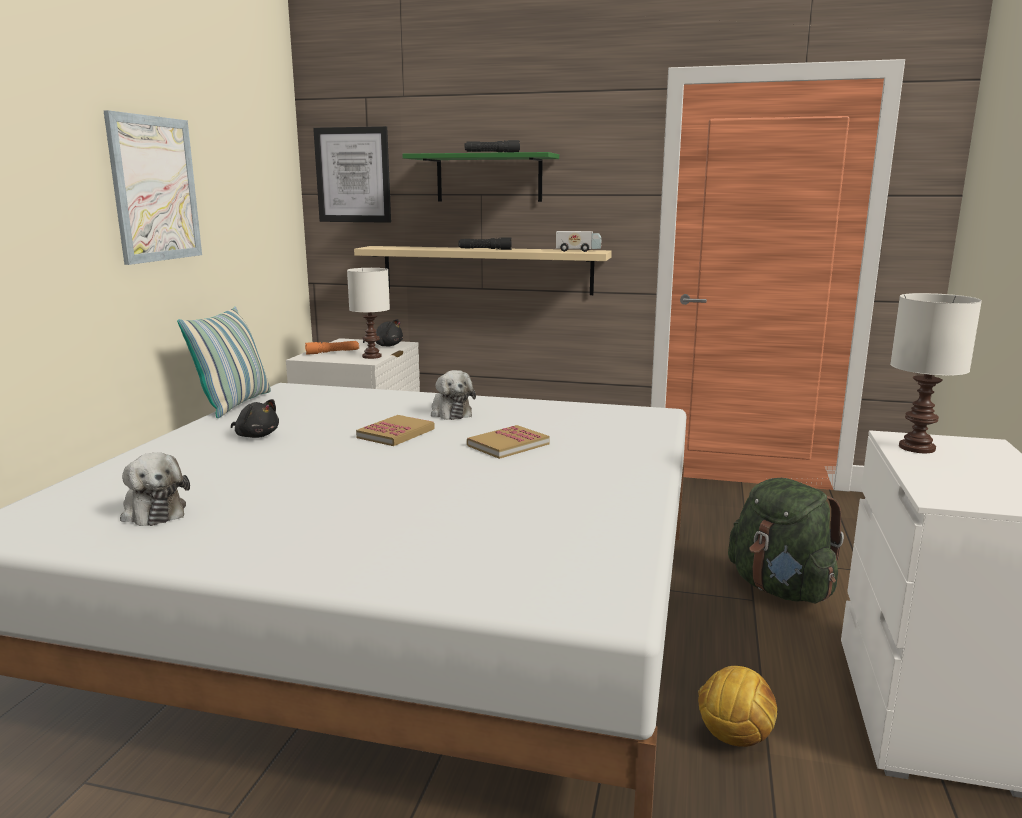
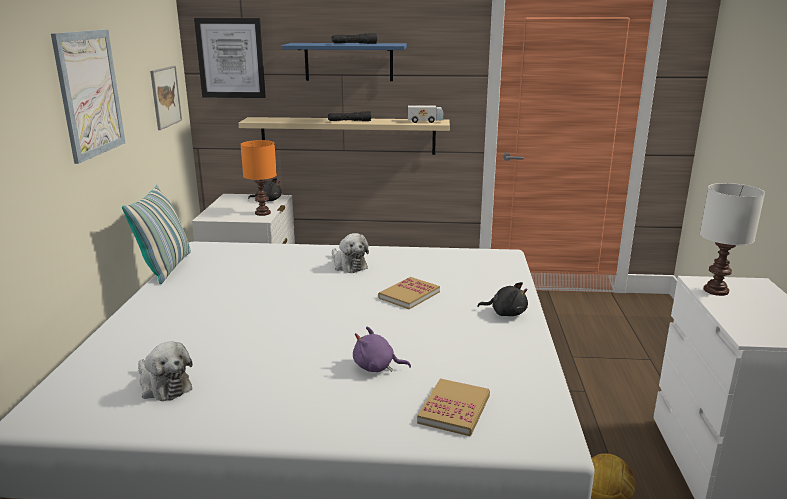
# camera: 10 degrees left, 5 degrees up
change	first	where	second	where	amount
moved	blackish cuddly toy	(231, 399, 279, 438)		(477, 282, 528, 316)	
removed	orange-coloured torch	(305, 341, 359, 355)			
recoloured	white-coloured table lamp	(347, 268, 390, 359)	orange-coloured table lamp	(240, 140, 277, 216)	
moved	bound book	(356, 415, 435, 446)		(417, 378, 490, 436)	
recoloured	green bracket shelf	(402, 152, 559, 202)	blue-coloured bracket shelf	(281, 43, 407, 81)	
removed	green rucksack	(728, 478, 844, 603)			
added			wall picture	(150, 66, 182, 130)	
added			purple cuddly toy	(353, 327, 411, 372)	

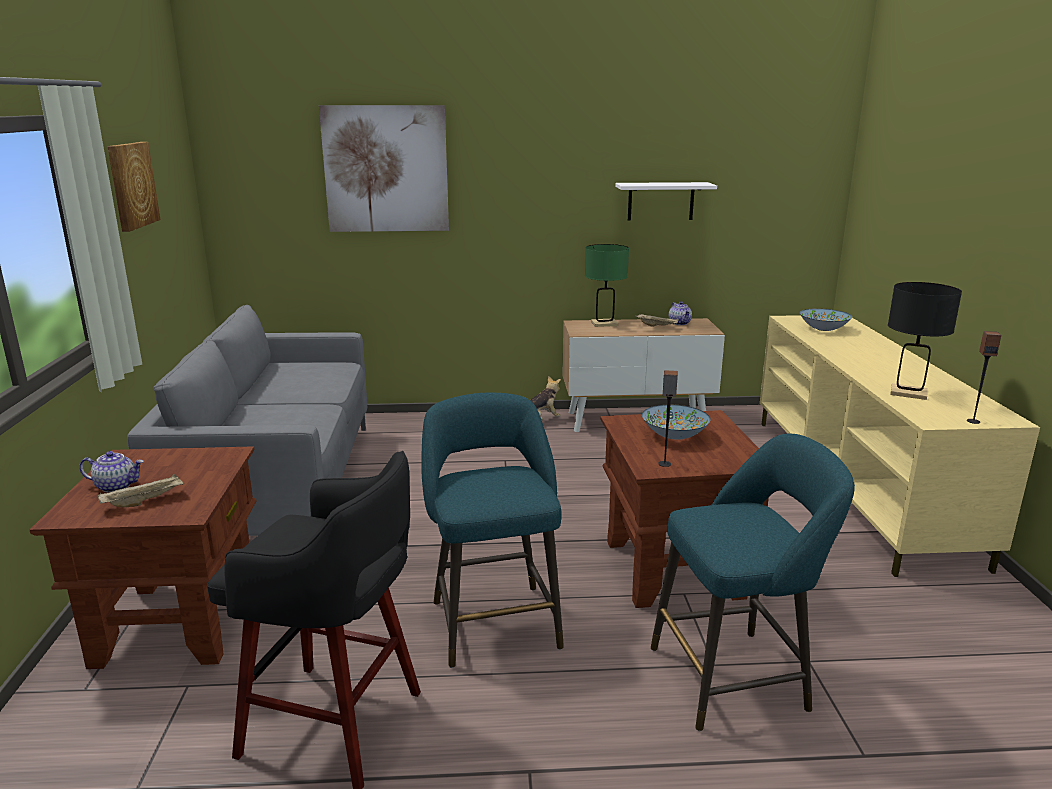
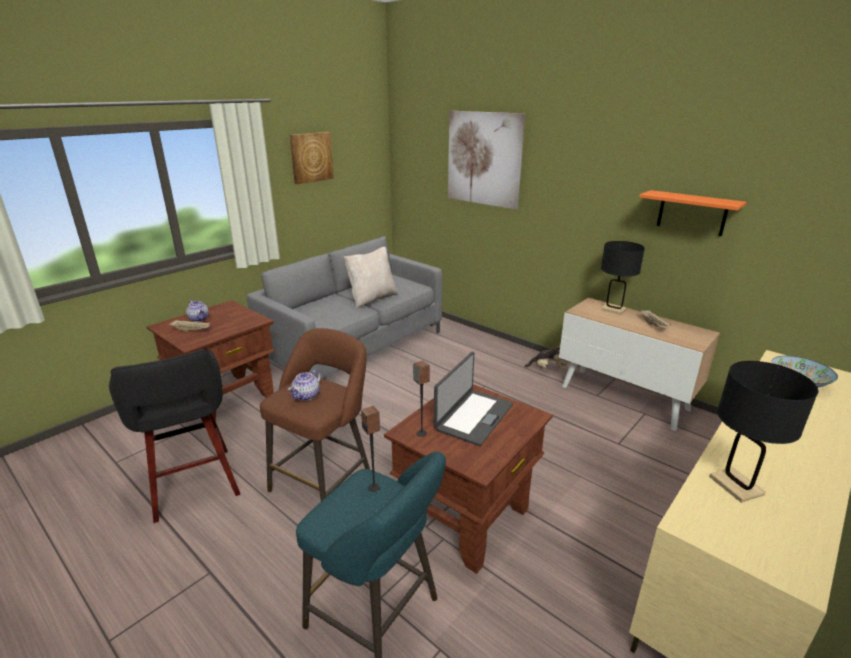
# camera: 45 degrees right, 5 degrees up
change	first	where	second	where	amount
recoloured	blue-green stool	(421, 393, 564, 668)	brownish stool	(260, 328, 370, 501)	
recoloured	green table lamp	(585, 244, 629, 327)	blackish table lamp	(601, 241, 645, 315)	
recoloured	white-coloured bracket shelf	(615, 182, 717, 221)	orange-coloured bracket shelf	(639, 190, 746, 236)	
replaced	serving bowl	(642, 404, 711, 440)	laptop	(434, 352, 513, 446)	
moved	pot for tea	(669, 301, 692, 325)		(288, 369, 321, 401)	
moved	loudspeaker	(967, 331, 1001, 424)		(361, 406, 380, 492)	
added			beige cushion	(344, 246, 398, 308)	

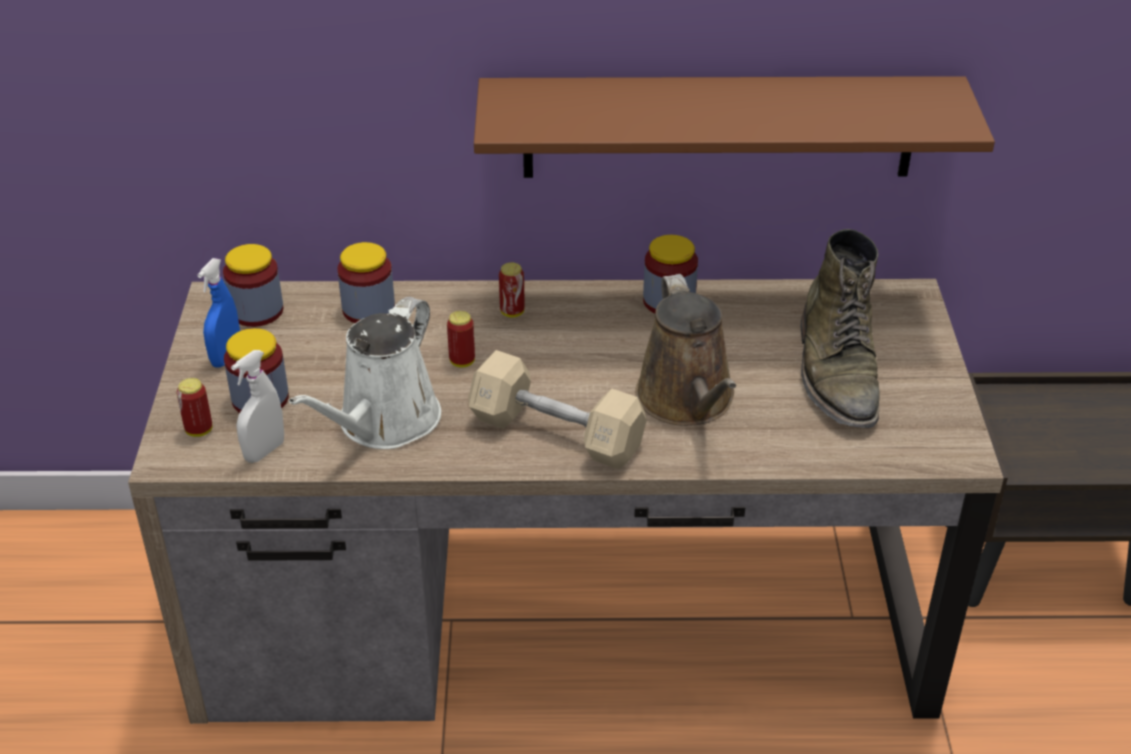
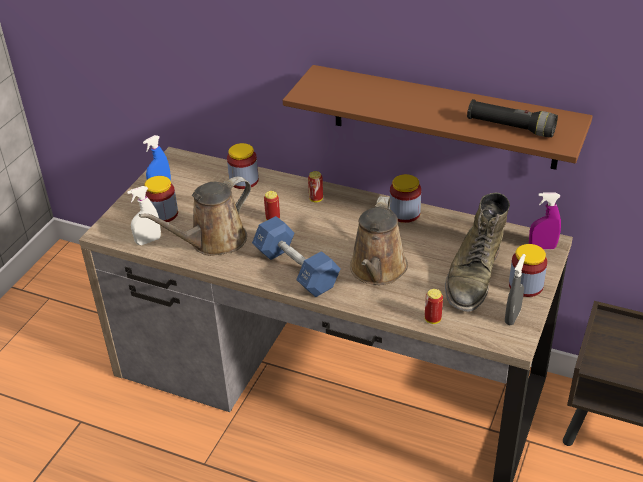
# camera: 25 degrees right, 0 degrees up
change	first	where	second	where	amount
moved	metal can	(177, 378, 212, 437)		(425, 289, 443, 324)	
moved	jar	(223, 244, 283, 327)		(509, 244, 547, 297)	
recoloured	white-coloured sprinkling can	(289, 297, 441, 449)	brownish sprinkling can	(139, 177, 251, 256)	
recoloured	beige hand weight	(468, 350, 647, 469)	blue-coloured hand weight	(252, 216, 340, 297)	
added			blackish torch	(467, 99, 558, 137)	
added			greyish hand sprayer	(505, 254, 526, 325)	
added			purple hand sprayer	(529, 193, 561, 249)	

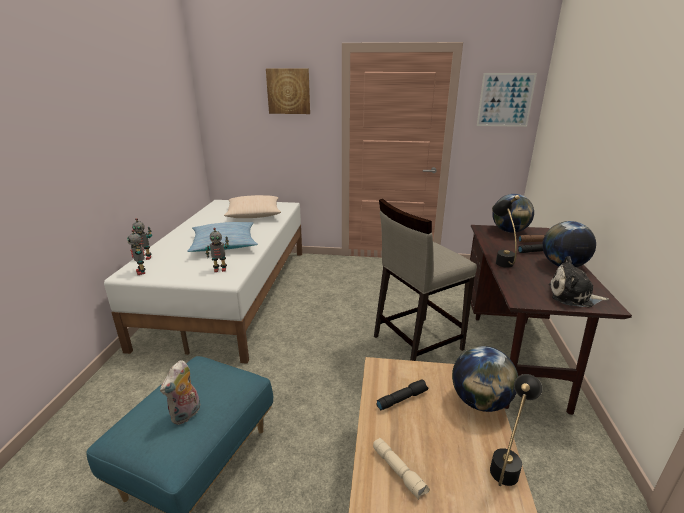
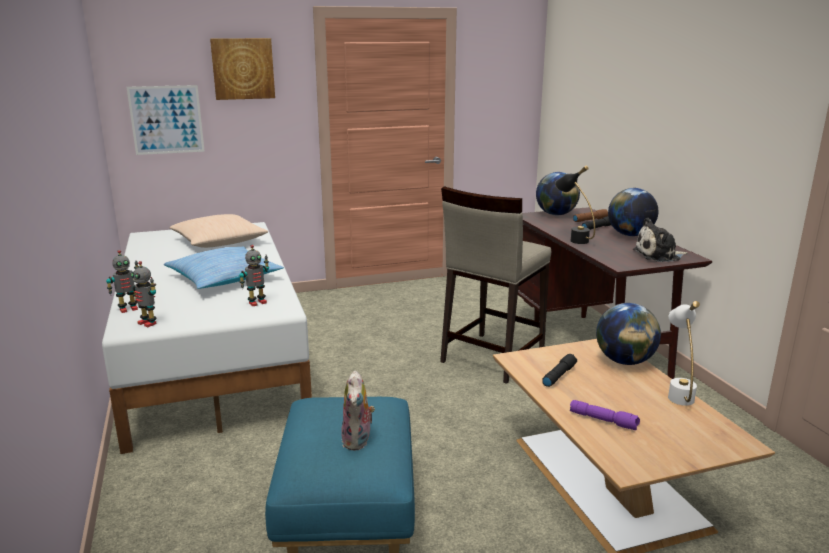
# camera: 25 degrees left, 5 degrees down
change	first	where	second	where	amount
recoloured	beige torch	(373, 438, 430, 500)	purple torch	(570, 400, 640, 430)	
moved	wall picture	(477, 73, 537, 127)		(127, 85, 205, 155)	
recoloured	blackish table lamp	(490, 374, 542, 486)	white-coloured table lamp	(668, 301, 700, 406)	

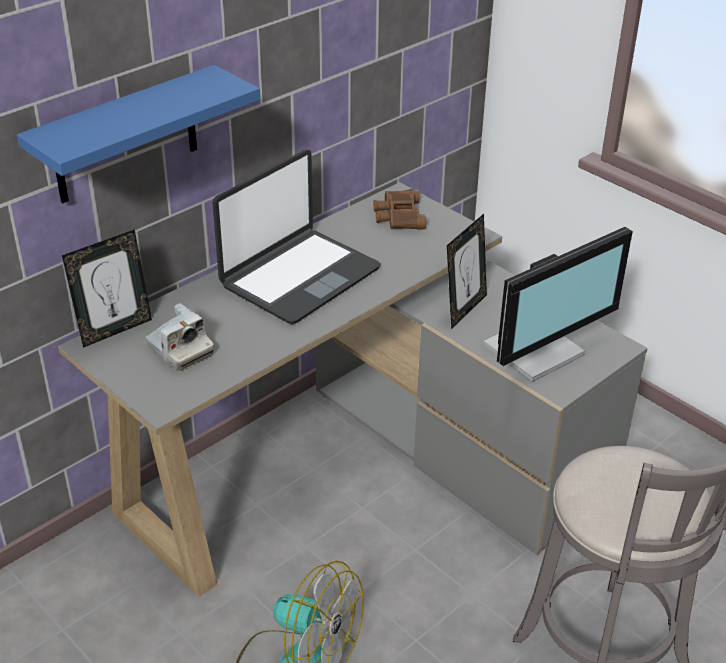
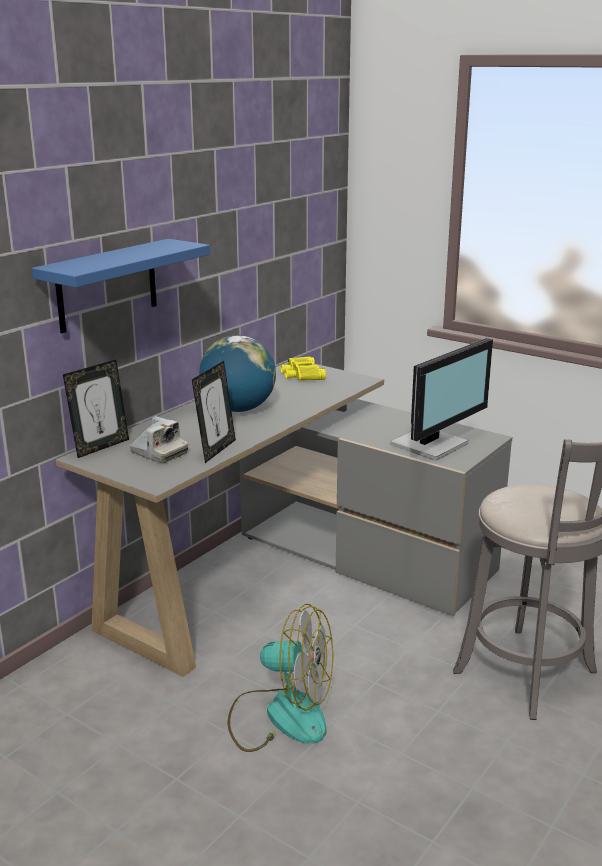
# camera: 10 degrees left, 15 degrees down
change	first	where	second	where	amount
replaced	laptop	(213, 150, 381, 324)	world globe	(199, 335, 276, 412)	
recoloured	brownish pair of binoculars	(374, 188, 426, 230)	yellow pair of binoculars	(280, 356, 326, 381)	
moved	photo frame	(447, 214, 487, 329)		(192, 361, 236, 463)	

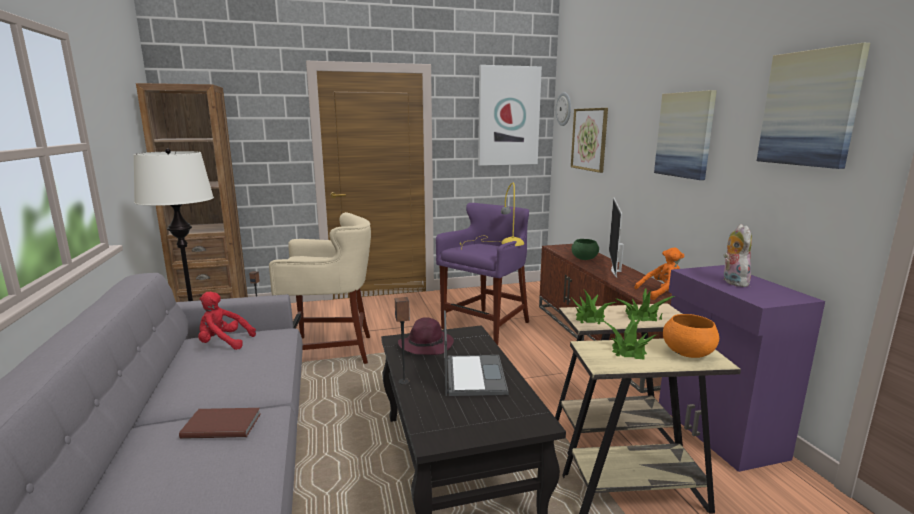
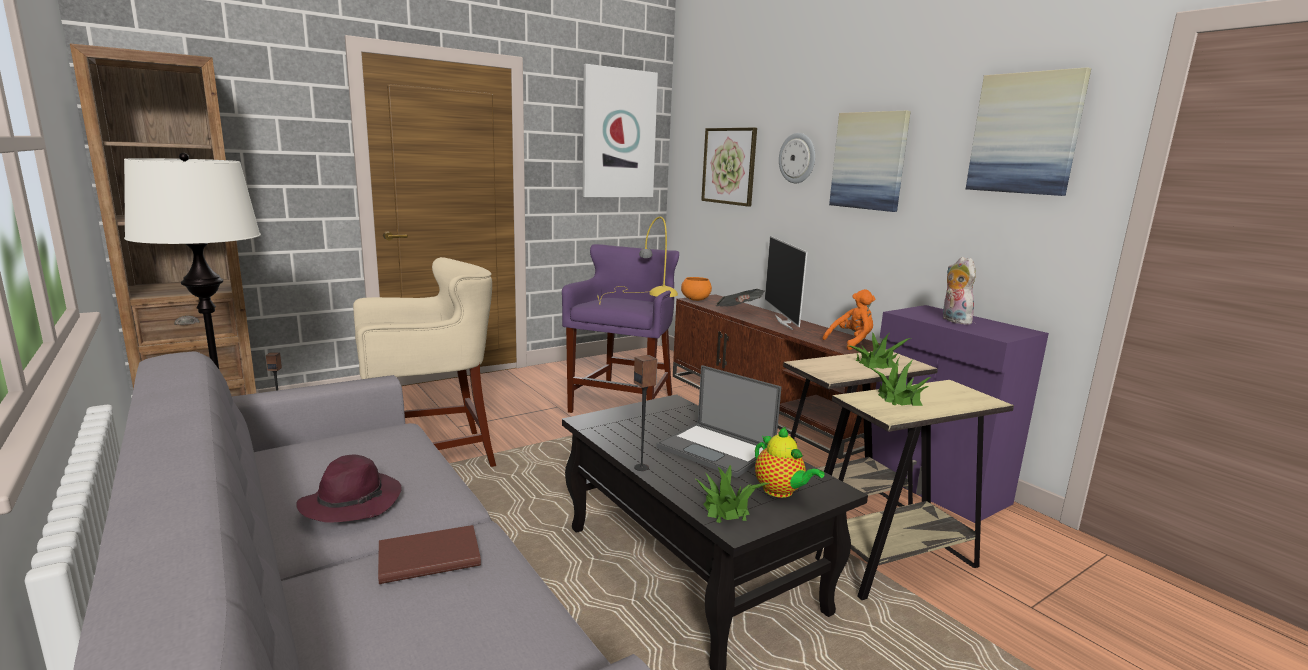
# camera: 20 degrees left, 0 degrees up
change	first	where	second	where	amount
removed	reddish cuddly toy	(198, 292, 256, 350)			
moved	purple clothing hat	(398, 317, 454, 355)		(296, 455, 401, 523)	
turned	laptop	(444, 310, 509, 396)		(656, 365, 781, 478)	150 degrees clockwise
moved	wall clock	(556, 92, 571, 126)		(779, 133, 815, 183)	
replaced	green serving bowl	(571, 239, 599, 260)	daily paper	(715, 289, 765, 307)	
moved	houseplant	(572, 290, 616, 324)		(694, 465, 770, 523)	
moved	orange-coloured serving bowl	(663, 314, 719, 358)		(681, 277, 712, 301)	
added			pot for tea	(755, 427, 825, 498)	

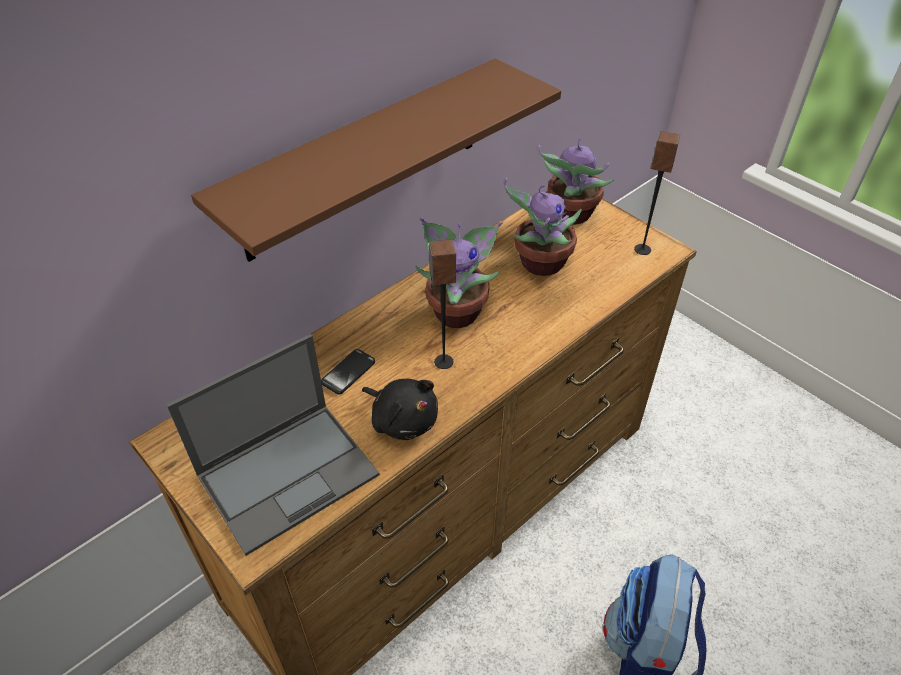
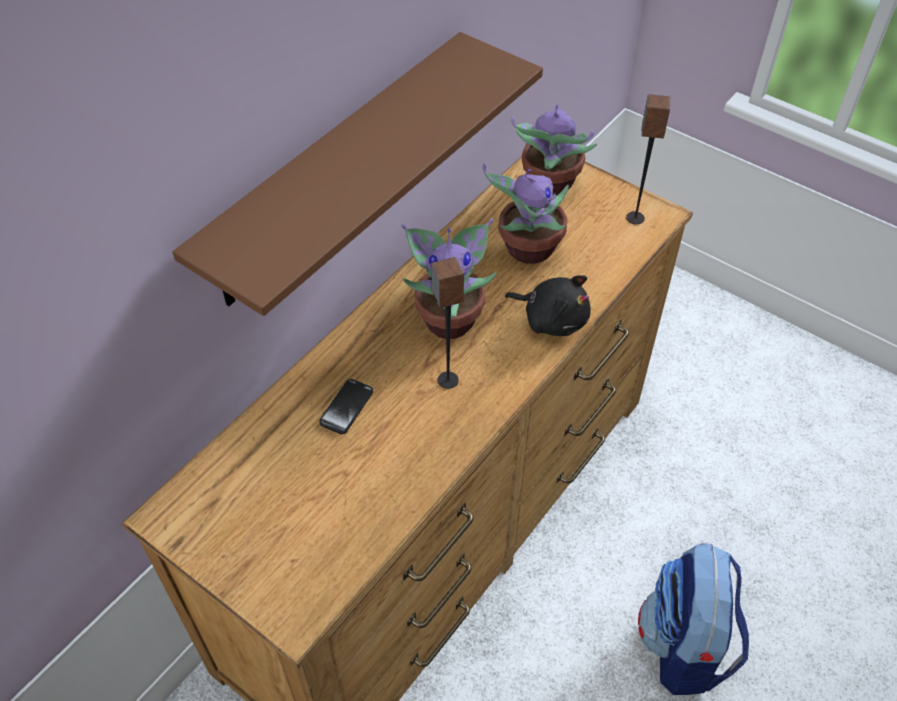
# camera: 10 degrees left, 5 degrees up
change	first	where	second	where	amount
removed	laptop	(166, 334, 380, 556)			
moved	blackish cuddly toy	(362, 379, 438, 440)		(505, 275, 591, 336)	

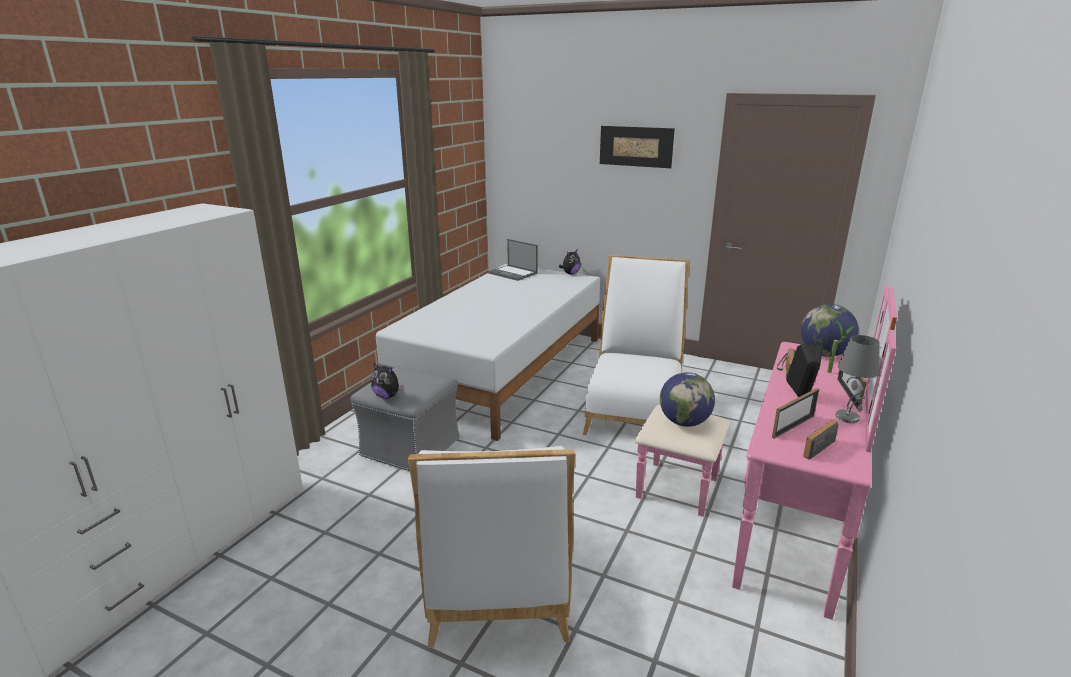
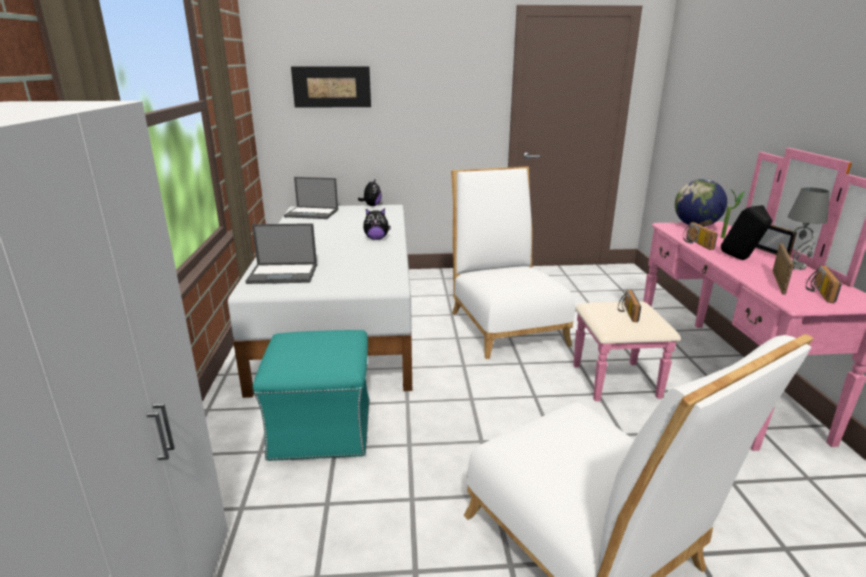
# camera: 30 degrees left, 0 degrees up
change	first	where	second	where	amount
recoloured	greyish pouffe	(350, 366, 460, 471)	blue-green pouffe	(253, 330, 369, 461)	
moved	cuddly toy	(371, 363, 404, 399)		(363, 208, 391, 240)	
moved	wall picture	(600, 126, 675, 168)		(291, 66, 371, 108)	
replaced	world globe	(660, 372, 715, 427)	radio set	(618, 290, 641, 322)	
added			laptop	(245, 223, 317, 284)	

